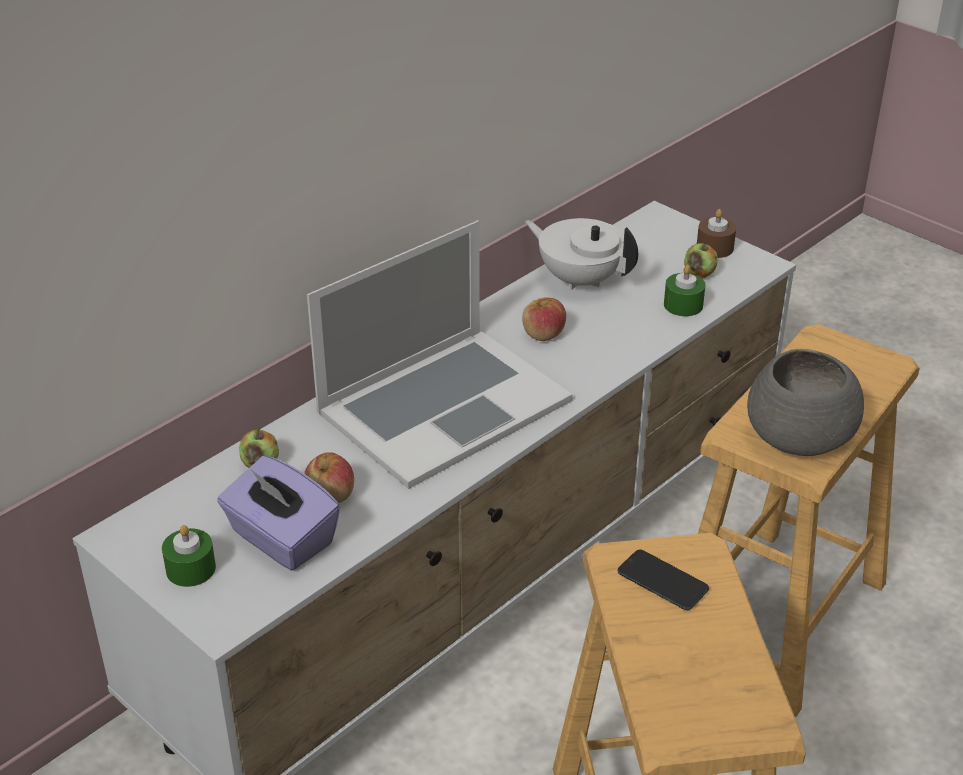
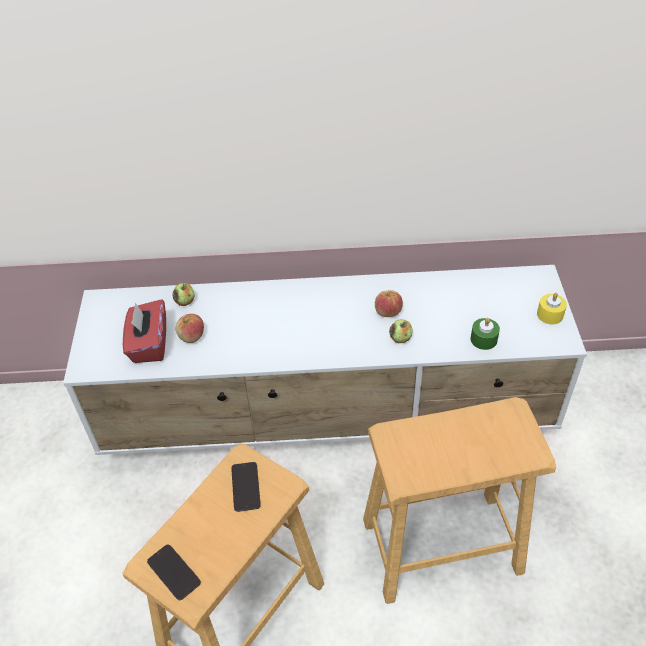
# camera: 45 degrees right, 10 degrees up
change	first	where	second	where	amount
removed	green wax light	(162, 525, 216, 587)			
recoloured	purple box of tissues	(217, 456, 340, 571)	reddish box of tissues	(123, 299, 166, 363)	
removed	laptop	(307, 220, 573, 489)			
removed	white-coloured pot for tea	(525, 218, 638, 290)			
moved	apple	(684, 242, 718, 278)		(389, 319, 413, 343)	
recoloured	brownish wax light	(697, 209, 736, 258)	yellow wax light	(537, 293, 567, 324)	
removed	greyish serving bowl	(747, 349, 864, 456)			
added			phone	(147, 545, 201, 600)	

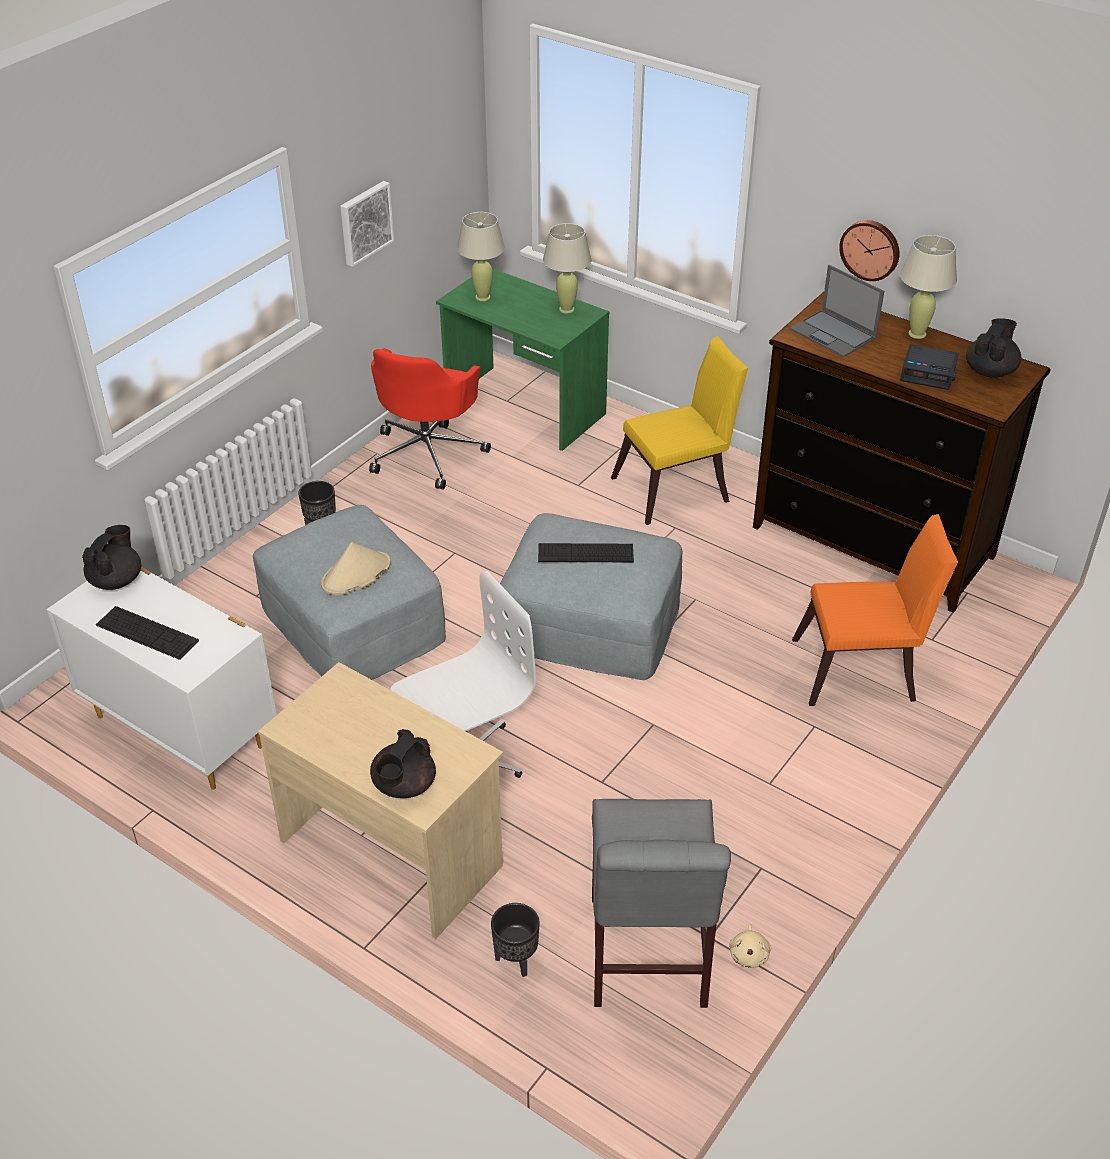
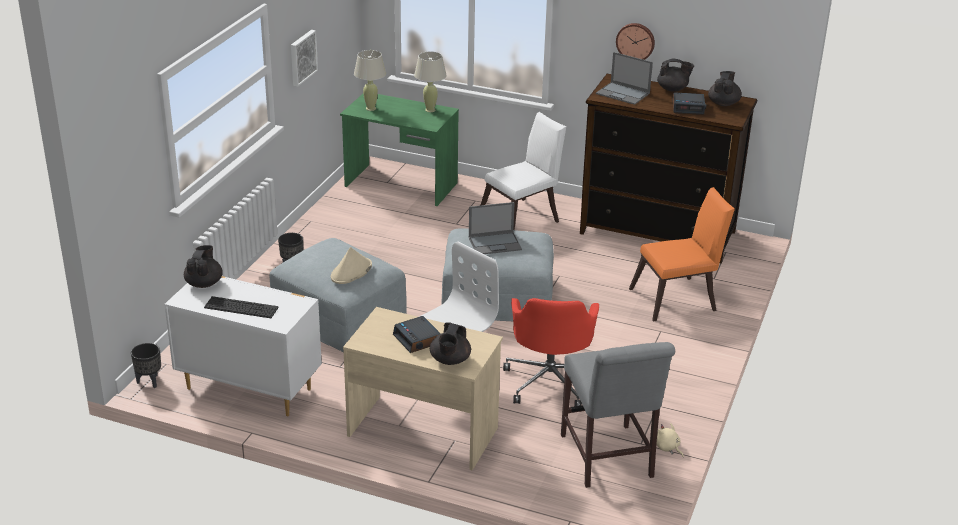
# camera: 15 degrees left, 10 degrees down
change	first	where	second	where	amount
moved	reddish office chair	(369, 348, 491, 490)		(503, 298, 599, 406)	
moved	blackish flower pot	(491, 903, 540, 977)		(131, 343, 161, 388)	
replaced	PC keyboard	(538, 543, 634, 562)	laptop	(469, 202, 522, 254)	
recoloured	yellow upright chair	(611, 336, 748, 525)	white-coloured upright chair	(481, 112, 566, 230)	
turned	beige cuddly toy	(729, 923, 771, 968)		(656, 423, 684, 457)	150 degrees clockwise
replaced	beige table lamp	(900, 235, 957, 339)	blackish pot for tea	(657, 59, 694, 92)	
added			table clock	(393, 316, 441, 353)	

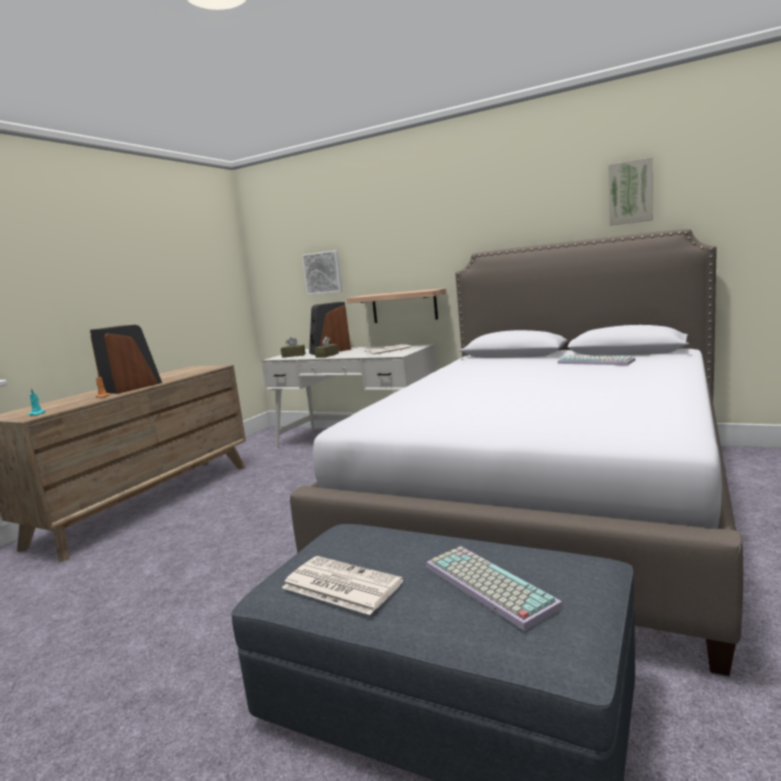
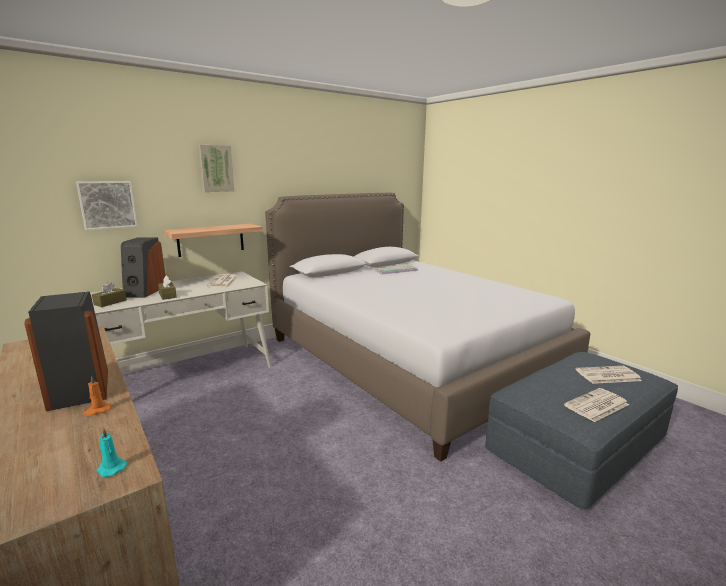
# camera: 65 degrees left, 5 degrees up
change	first	where	second	where	amount
replaced	PC keyboard	(426, 546, 564, 631)	daily paper	(576, 366, 642, 384)	
moved	wall picture	(608, 157, 653, 225)		(199, 145, 234, 192)	

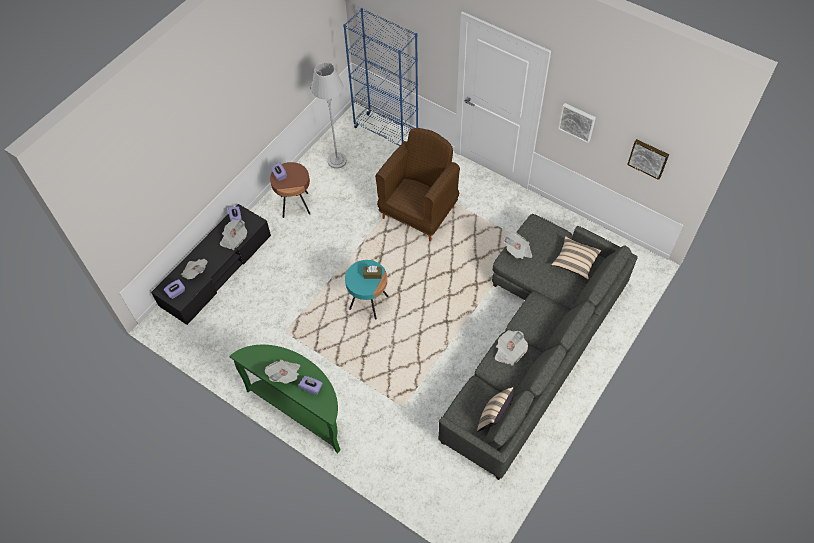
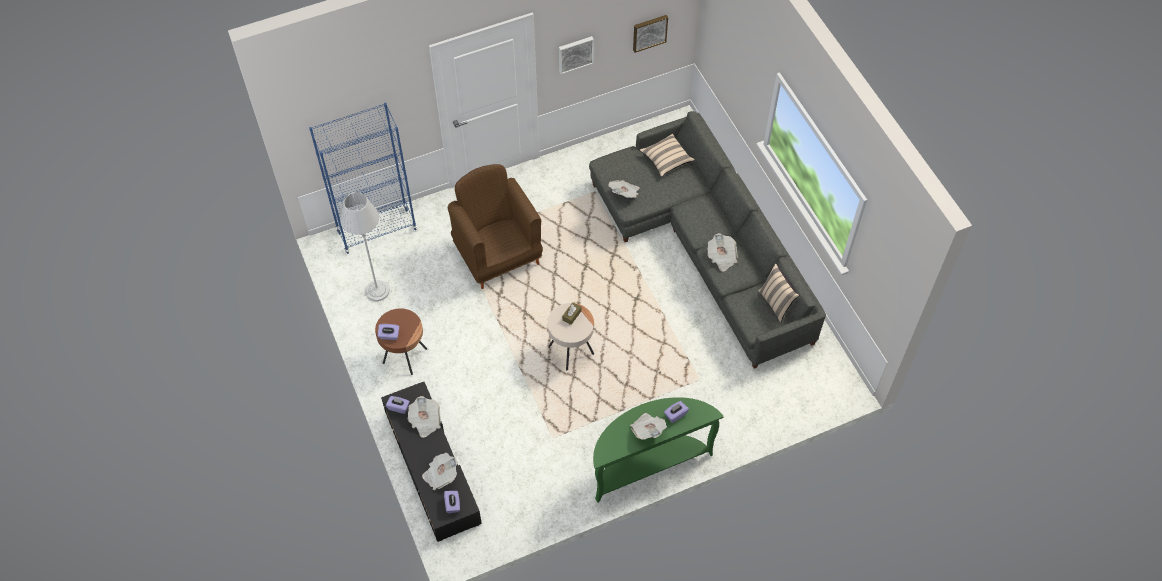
# camera: 60 degrees left, 0 degrees up
change	first	where	second	where	amount
recoloured	blue-green end table	(345, 260, 388, 320)	beige end table	(547, 303, 594, 370)	

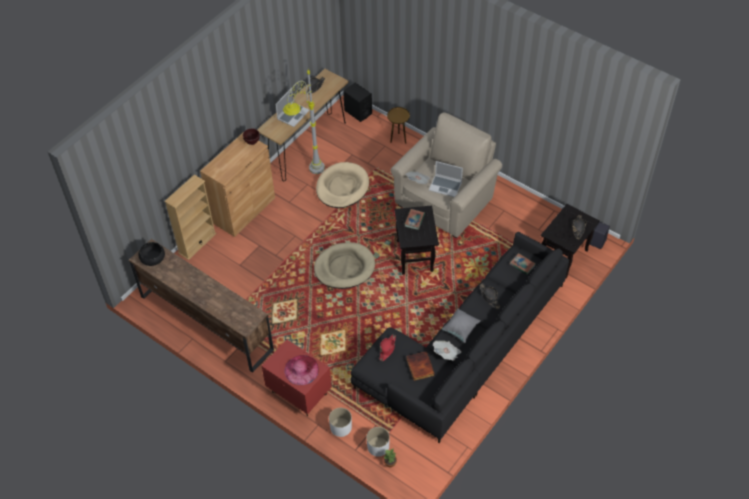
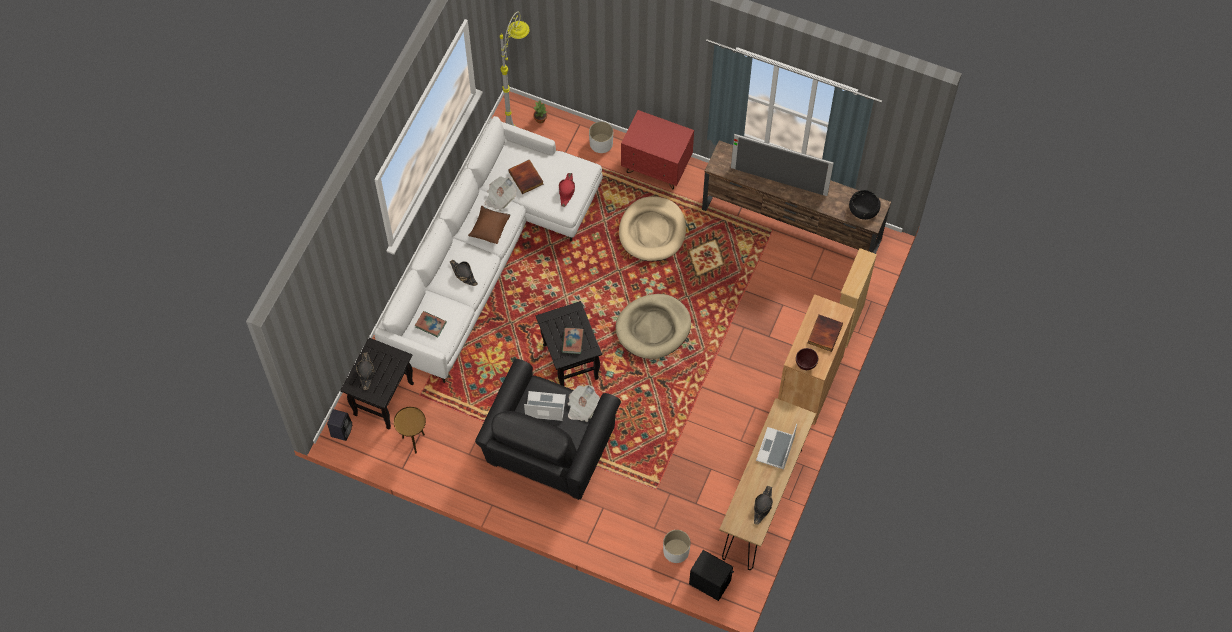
# camera: 165 degrees right, 10 degrees up
change	first	where	second	where	amount
moved	greyish standing lamp	(283, 69, 325, 174)		(500, 12, 529, 127)	
removed	pink clothing hat	(284, 355, 318, 385)			
moved	beige dog bed	(316, 162, 369, 208)		(619, 196, 686, 261)	
recoloured	blackish couch	(350, 232, 569, 443)	white-coloured couch	(374, 116, 603, 383)	
moved	white-coloured flower pot	(367, 427, 390, 457)		(663, 530, 691, 563)	
moved	brownish end table	(387, 107, 410, 144)		(394, 407, 426, 453)	
recoloured	beige armchair	(391, 112, 502, 239)	blackish armchair	(475, 359, 621, 500)	
recoloured	greyish cushion	(442, 309, 481, 343)	brownish cushion	(468, 206, 510, 244)	
added			television	(731, 134, 834, 196)	
added			bound book	(808, 314, 843, 352)	

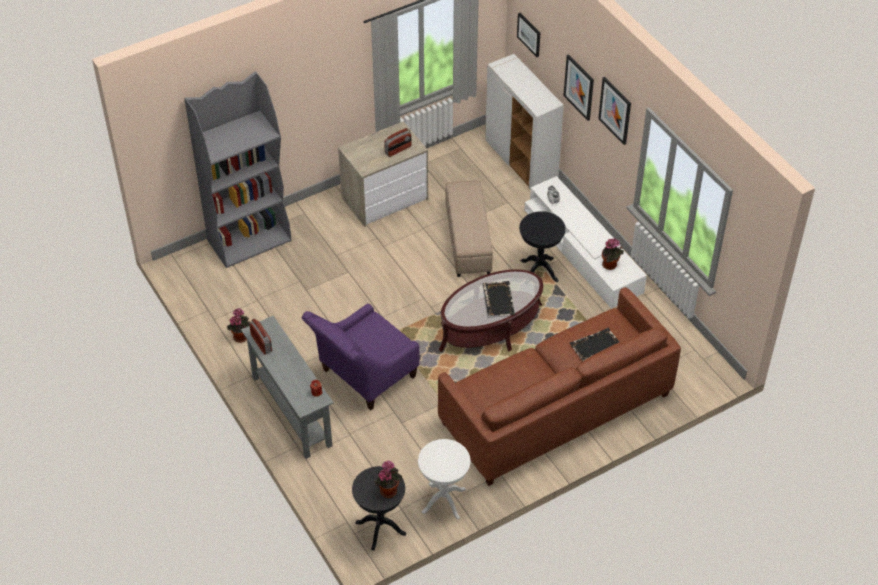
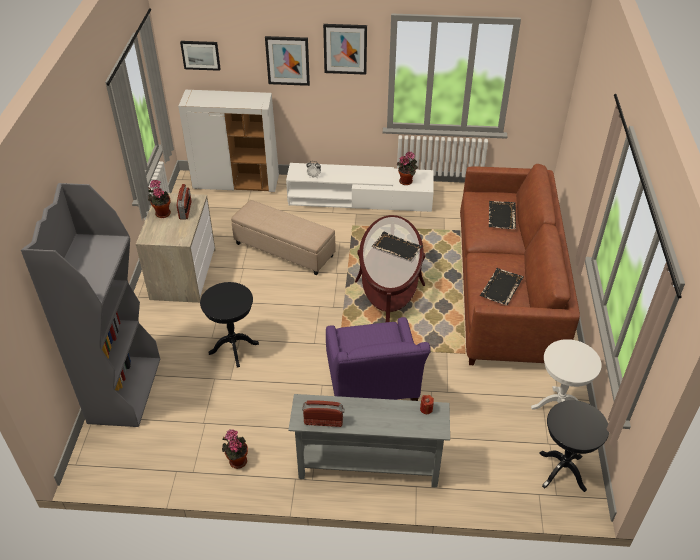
# camera: 55 degrees left, 5 degrees down
change	first	where	second	where	amount
moved	houseplant	(375, 460, 402, 498)		(148, 180, 171, 218)	
moved	blackish end table	(519, 211, 566, 282)		(200, 282, 259, 367)	
added			blackish serving tray	(480, 268, 524, 306)	

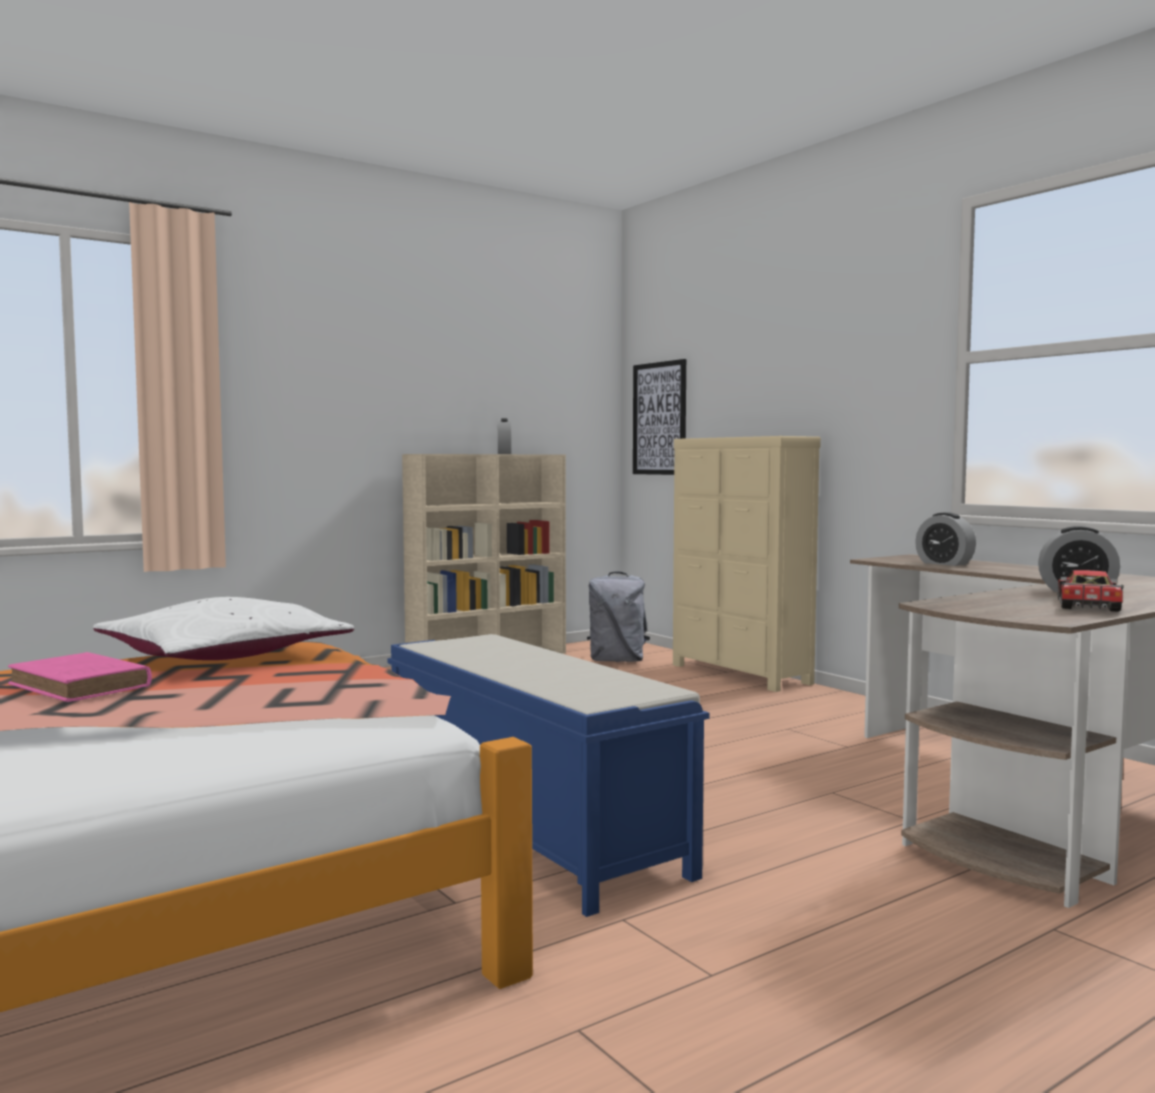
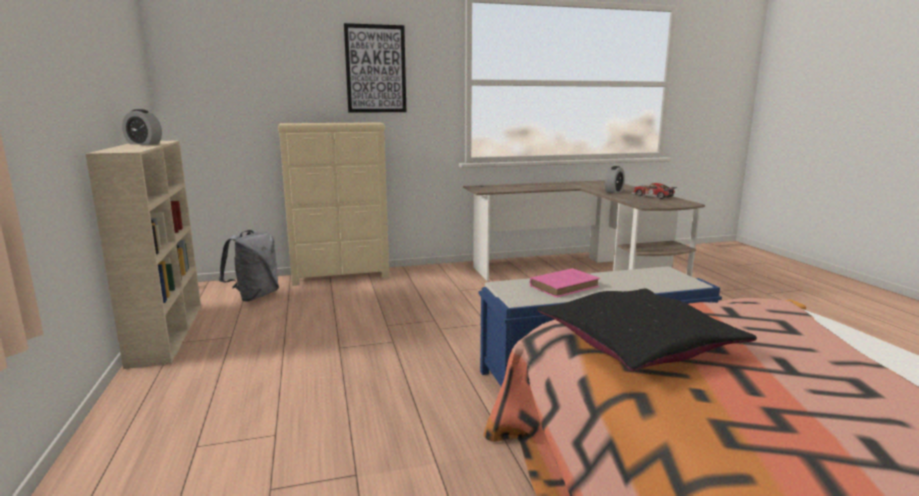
# camera: 70 degrees left, 10 degrees up
change	first	where	second	where	amount
moved	pink bound book	(8, 652, 152, 702)		(530, 268, 600, 298)	
recoloured	white-coloured cushion	(93, 597, 354, 660)	blackish cushion	(537, 289, 757, 372)	
moved	wall picture	(633, 359, 686, 475)		(344, 23, 406, 113)	
removed	table clock	(915, 512, 976, 566)			

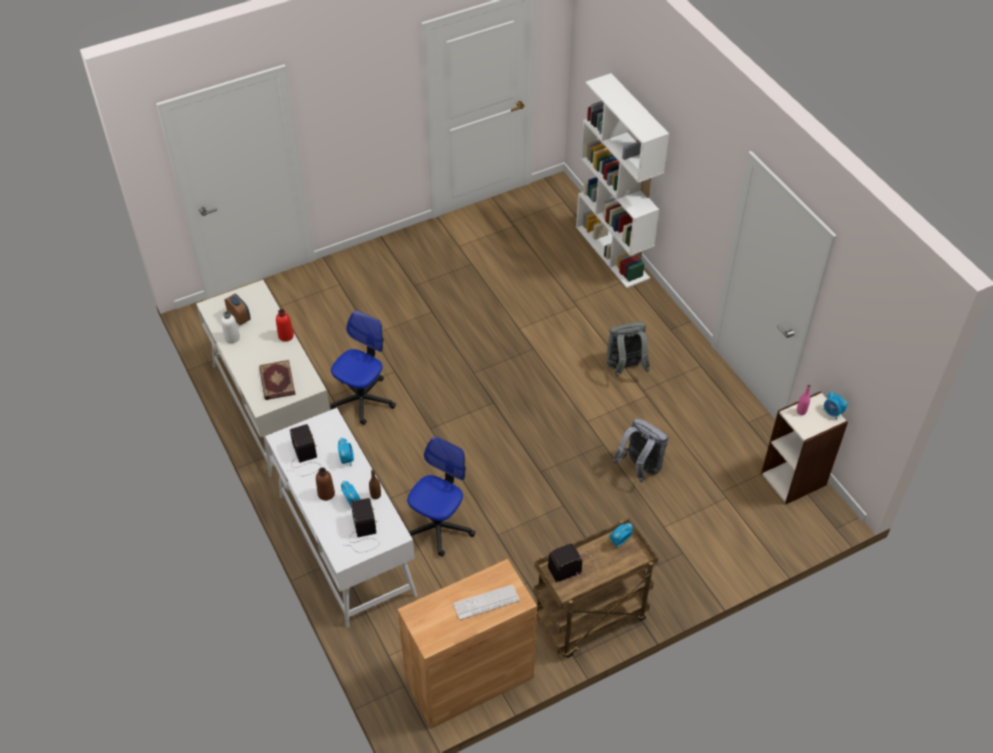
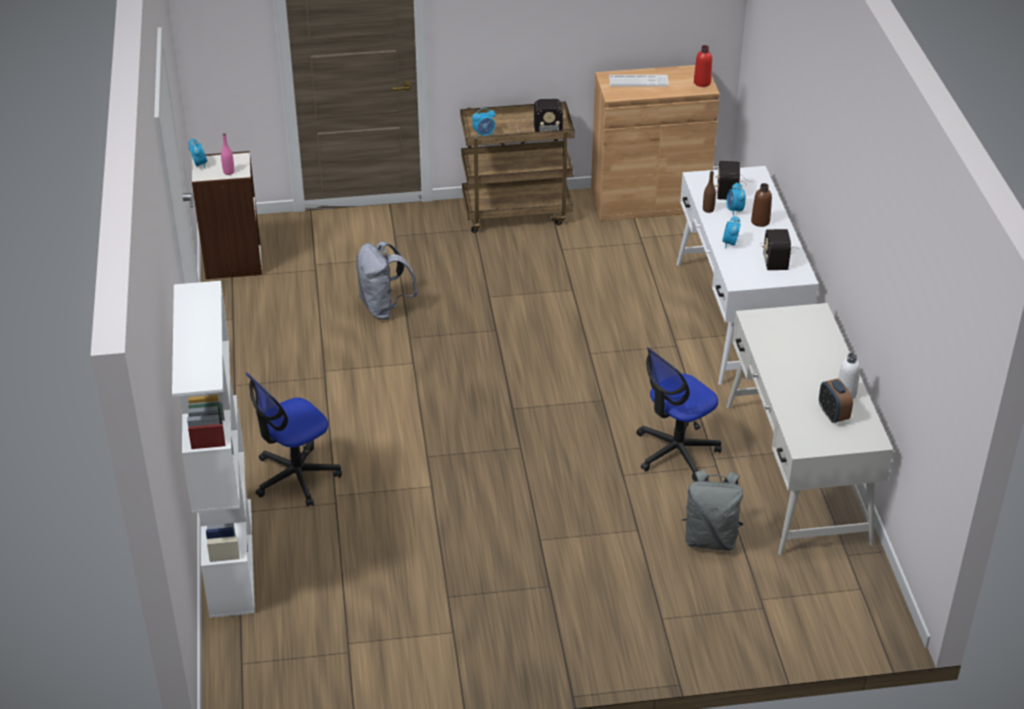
# camera: 160 degrees left, 10 degrees down
change	first	where	second	where	amount
removed	bound book	(259, 360, 296, 400)			
moved	reddish drink bottle	(276, 309, 294, 342)		(694, 45, 712, 87)	
moved	office chair	(407, 436, 475, 557)		(245, 372, 342, 507)	
moved	greyish rucksack	(606, 322, 650, 377)		(682, 470, 743, 551)	

